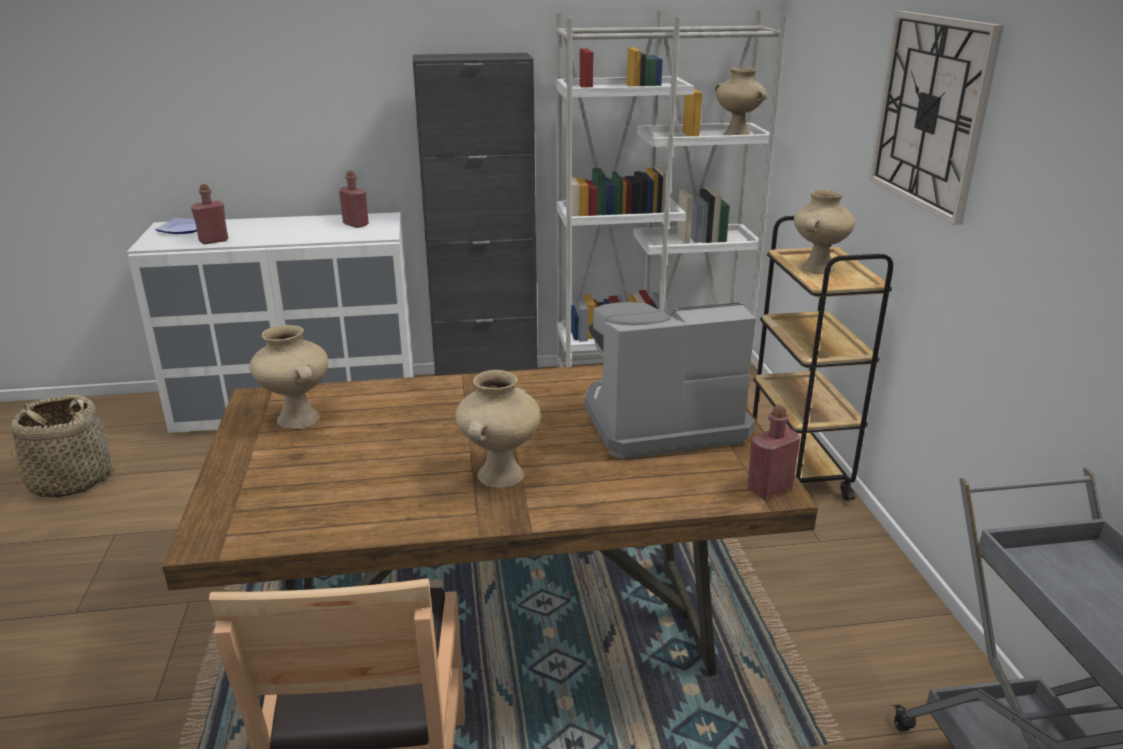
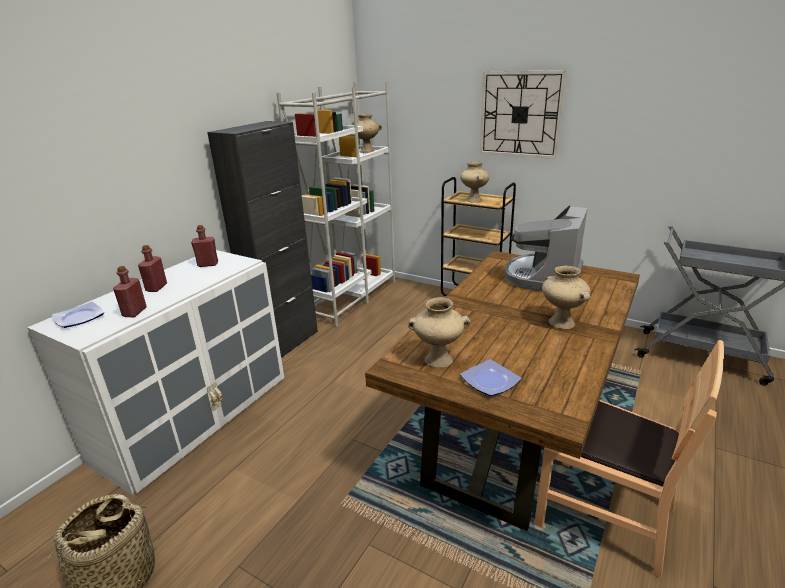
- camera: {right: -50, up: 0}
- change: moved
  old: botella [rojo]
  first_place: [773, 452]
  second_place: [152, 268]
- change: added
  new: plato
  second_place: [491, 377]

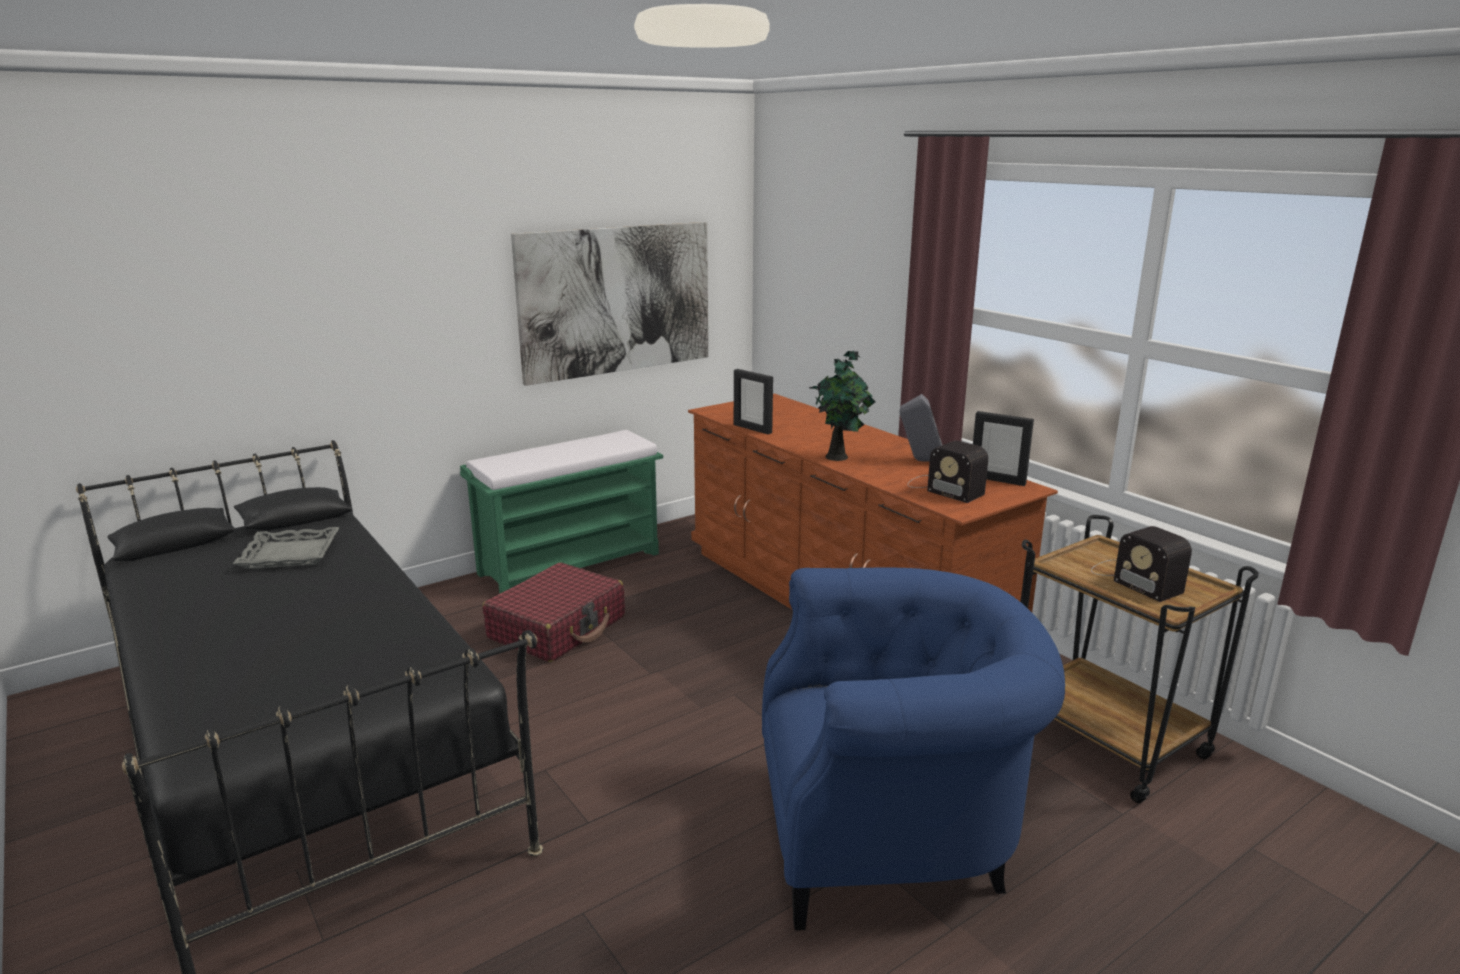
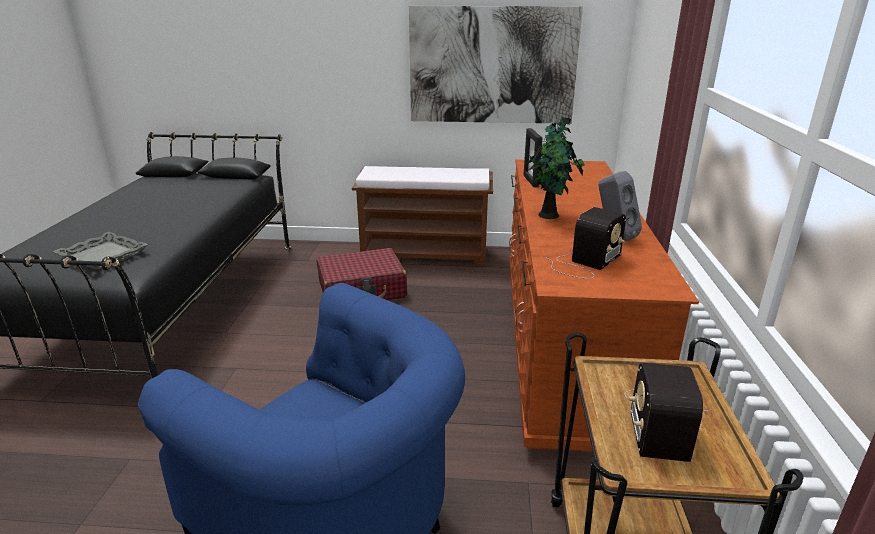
- camera: {right: 40, up: 5}
- change: removed
  old: portarretratos
  first_place: [1003, 448]
- change: recoloured
  old: banco [verde]
  new: banco [marrón]
  first_place: [561, 512]
  second_place: [422, 216]
- change: turned
  old: radio
  first_place: [948, 472]
  second_place: [585, 243]
  degrees: -135
- change: moved
  old: bandeja [gris]
  first_place: [286, 548]
  second_place: [100, 251]

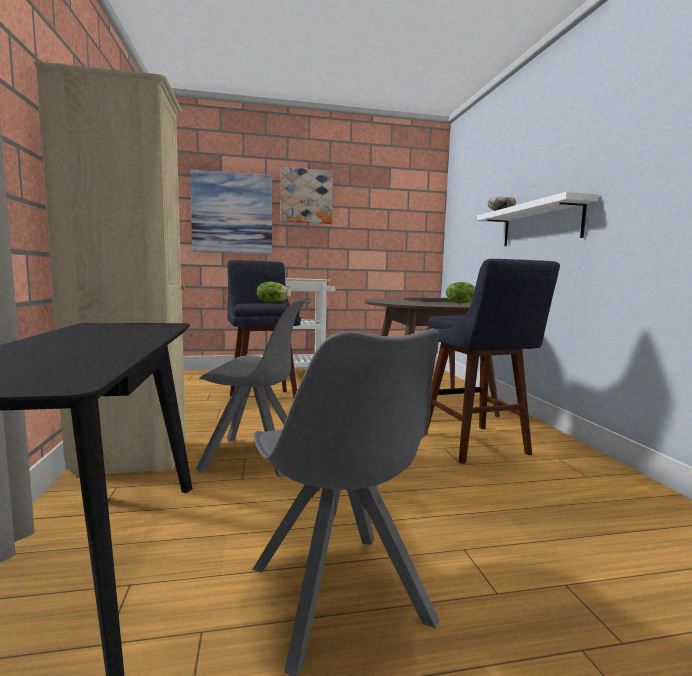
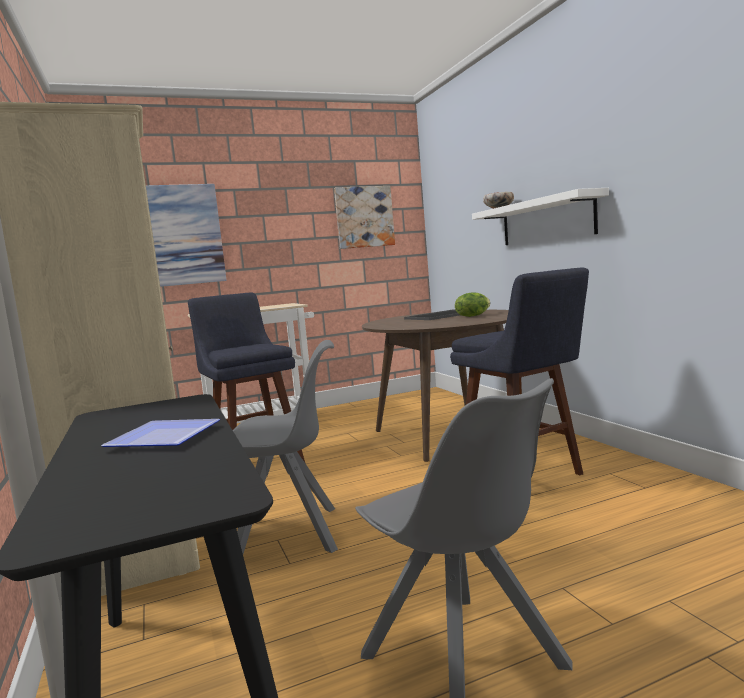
- camera: {right: -10, up: 0}
- change: moved
  old: cuadro
  first_place: [307, 195]
  second_place: [364, 217]
- change: removed
  old: lechuga
  first_place: [274, 292]
- change: added
  new: plato
  second_place: [160, 433]

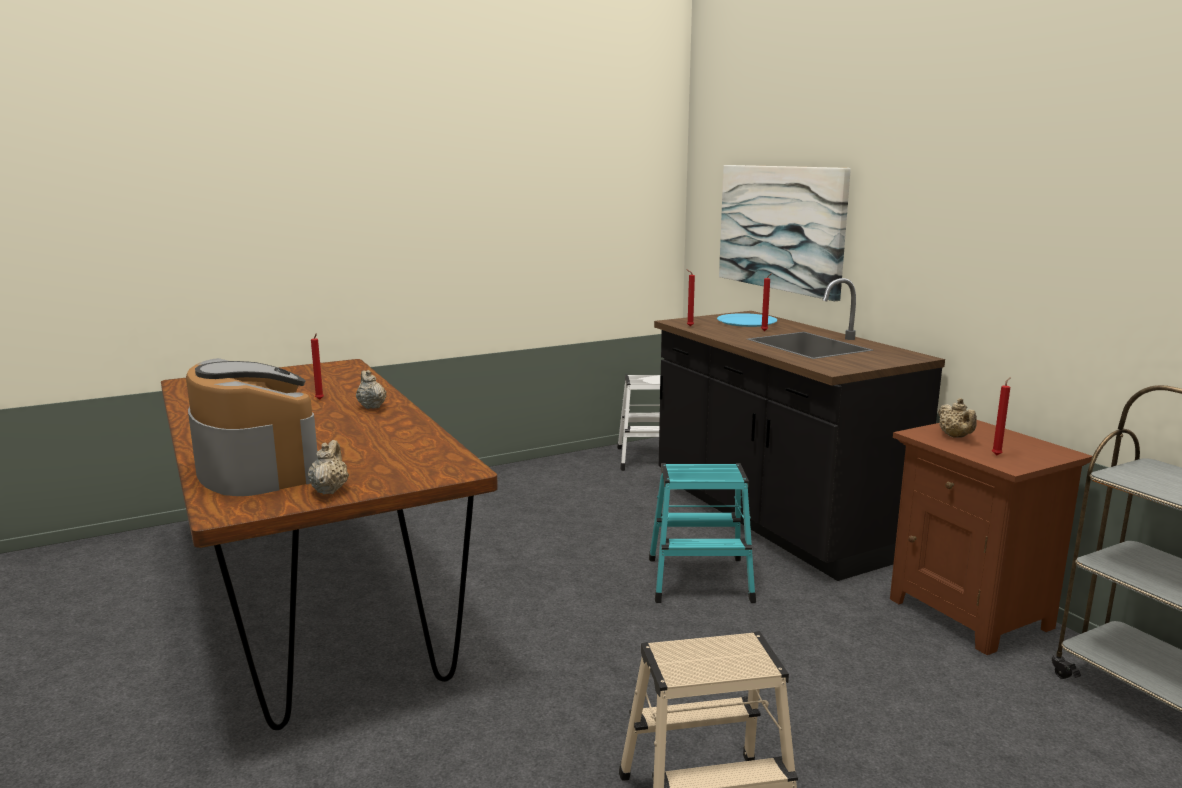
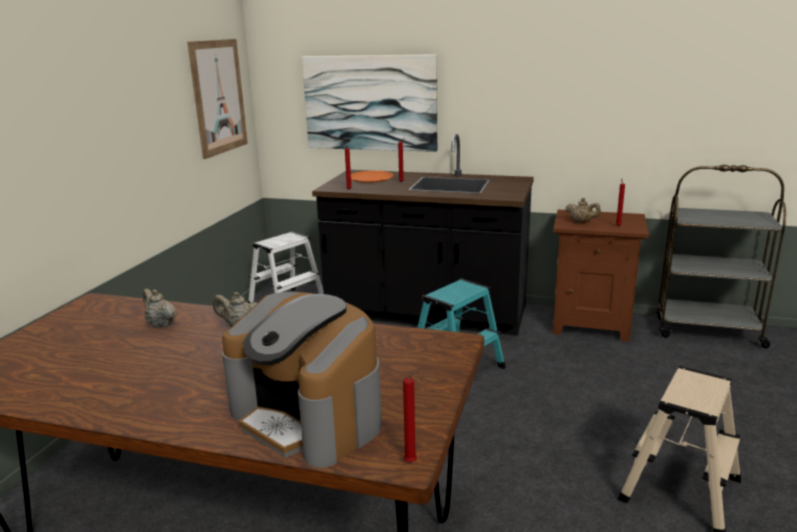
- camera: {right: -45, up: 5}
- change: recoloured
  old: plato [azul]
  new: plato [naranja]
  first_place: [747, 320]
  second_place: [372, 177]
- change: moved
  old: vela [rojo]
  first_place: [317, 366]
  second_place: [411, 417]
- change: turned
  old: cafetera
  first_place: [251, 427]
  second_place: [302, 380]
  degrees: -150
- change: moved
  old: tetera [beis]
  first_place: [328, 467]
  second_place: [159, 308]
- change: added
  new: cuadro
  second_place: [217, 99]

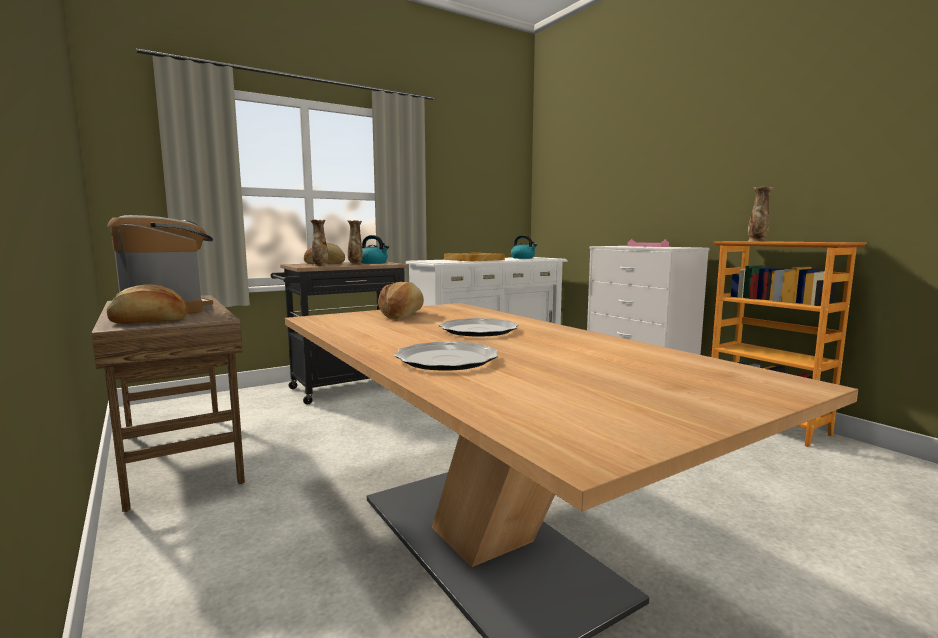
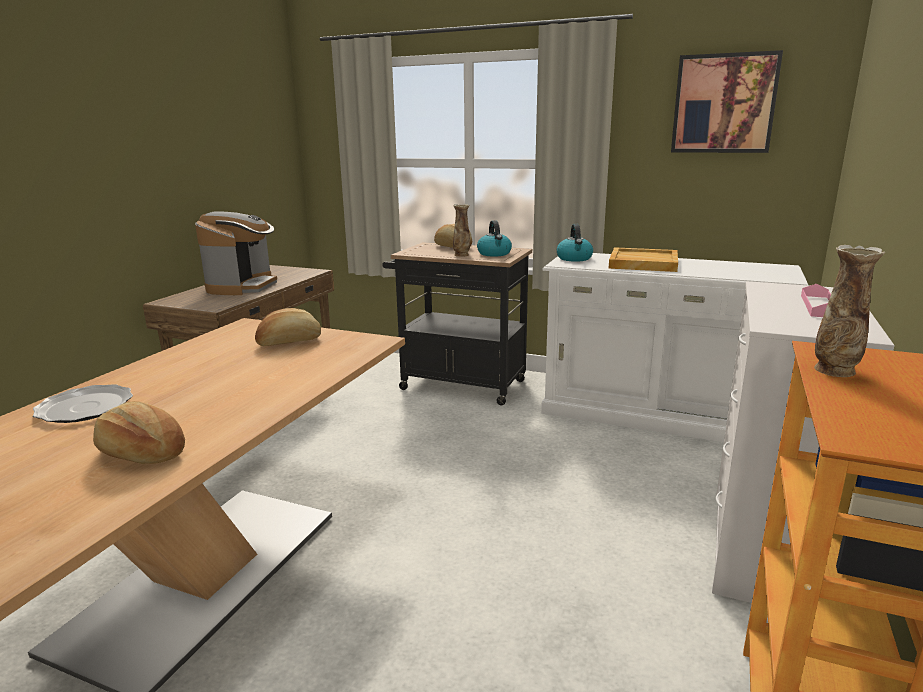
- camera: {right: 55, up: 10}
- change: removed
  old: florero
  first_place: [319, 243]
- change: moved
  old: hervidor
  first_place: [524, 247]
  second_place: [575, 243]
- change: moved
  old: pan
  first_place: [147, 304]
  second_place: [139, 432]
- change: removed
  old: plato
  first_place: [479, 327]
- change: added
  new: cuadro
  second_place: [727, 101]

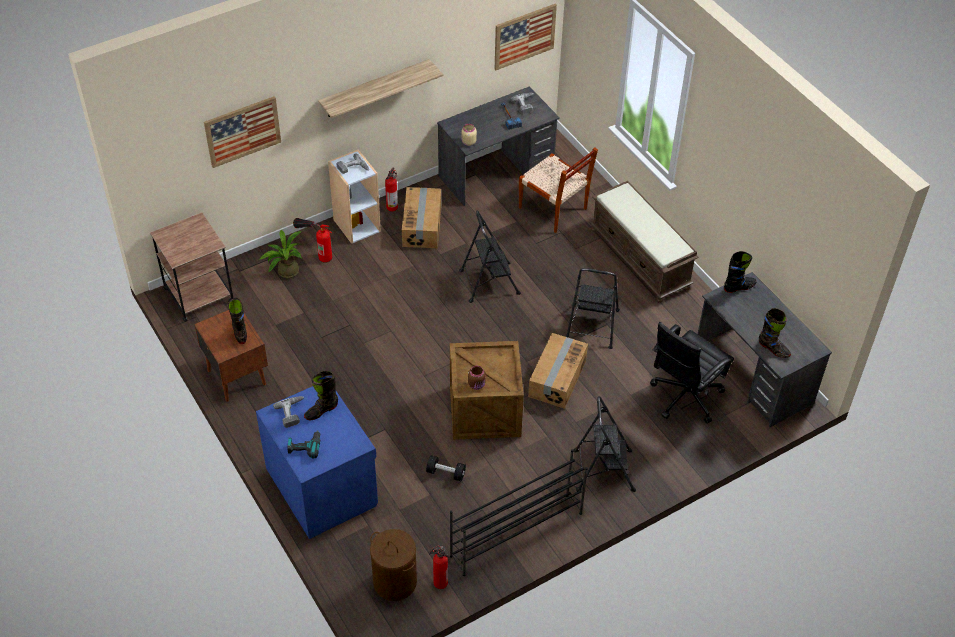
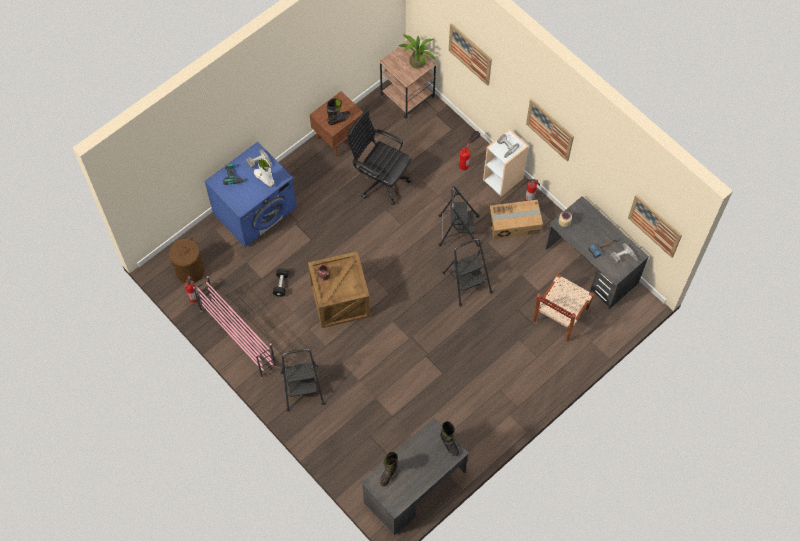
- camera: {right: 80, up: 15}
- change: replaced
  old: estante
  new: cuadro
  first_place: [380, 88]
  second_place: [550, 130]
- change: removed
  old: banco [marrón]
  first_place: [644, 242]
- change: moved
  old: planta en maceta
  first_place: [280, 254]
  second_place: [417, 51]
- change: moved
  old: escalera de tijera [negro]
  first_place: [593, 308]
  second_place: [459, 216]
- change: moved
  old: silla de oficina [negro]
  first_place: [692, 372]
  second_place: [380, 157]
- change: removed
  old: caja de cartón
  first_place: [558, 371]
- change: recoloured
  old: bota [negro]
  new: bota [blanco]
  first_place: [321, 395]
  second_place: [264, 172]
- change: recoloured
  old: zapatero [negro]
  new: zapatero [rosa]
  first_place: [519, 512]
  second_place: [234, 327]

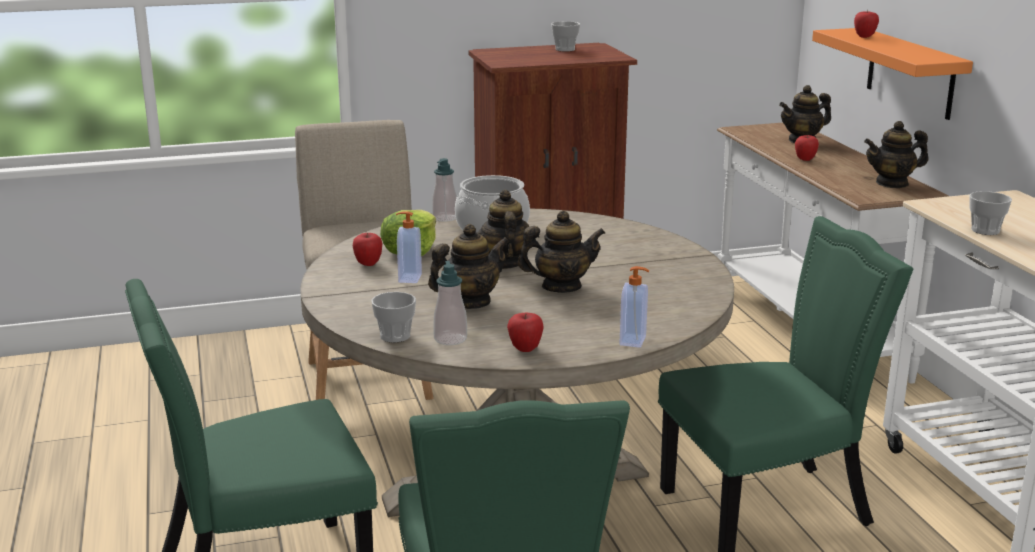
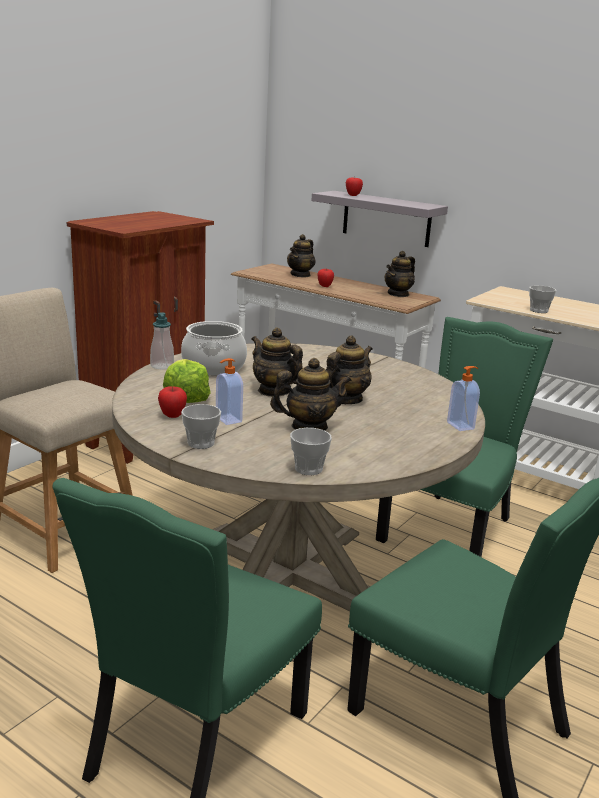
- camera: {right: -40, up: 0}
- change: moved
  old: taza
  first_place: [565, 36]
  second_place: [201, 426]
- change: recoloured
  old: estante [naranja]
  new: estante [gris]
  first_place: [892, 74]
  second_place: [379, 219]
- change: turned
  old: tetera
  first_place: [468, 266]
  second_place: [311, 394]
  degrees: 60
- change: removed
  old: dispensador de jabón
  first_place: [450, 303]
- change: removed
  old: manzana
  first_place: [525, 332]

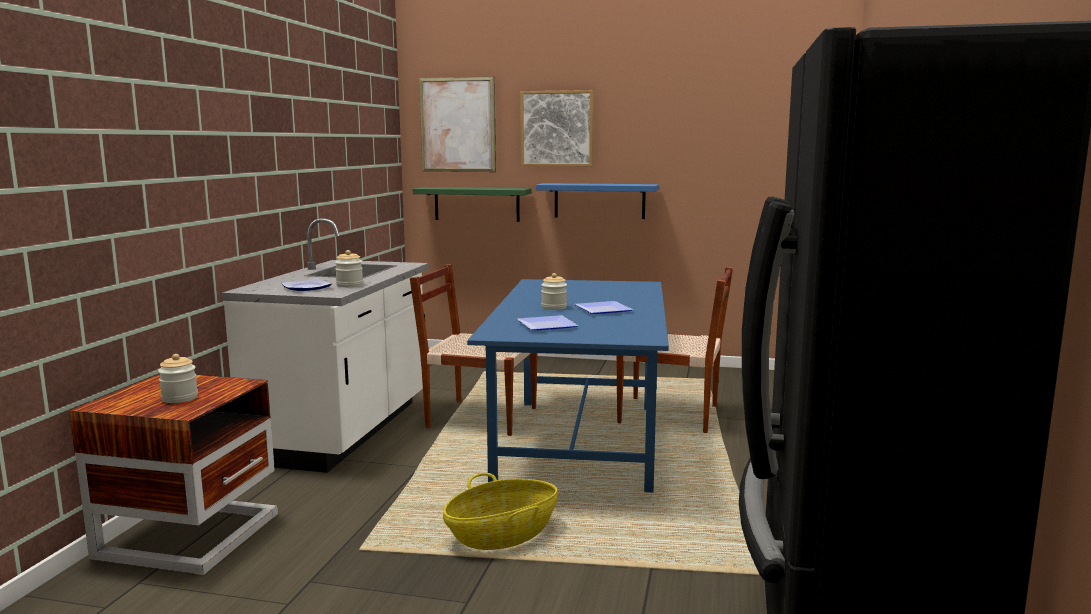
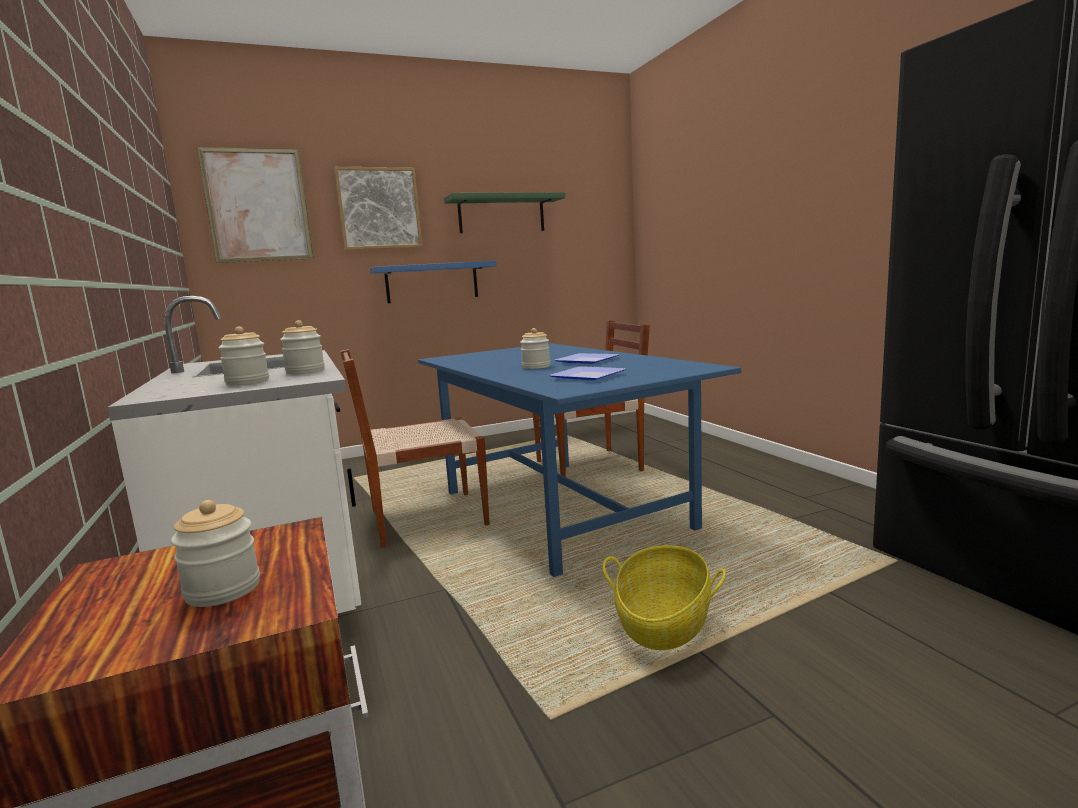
- camera: {right: -35, up: 0}
- change: moved
  old: estante [verde]
  first_place: [472, 204]
  second_place: [504, 212]
- change: replaced
  old: plato
  new: tarro
  first_place: [306, 284]
  second_place: [243, 355]

